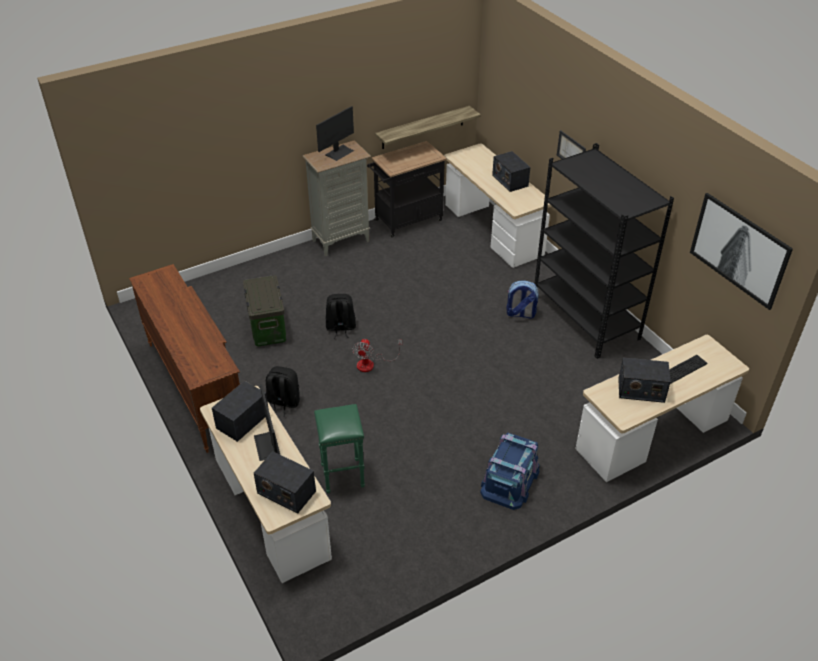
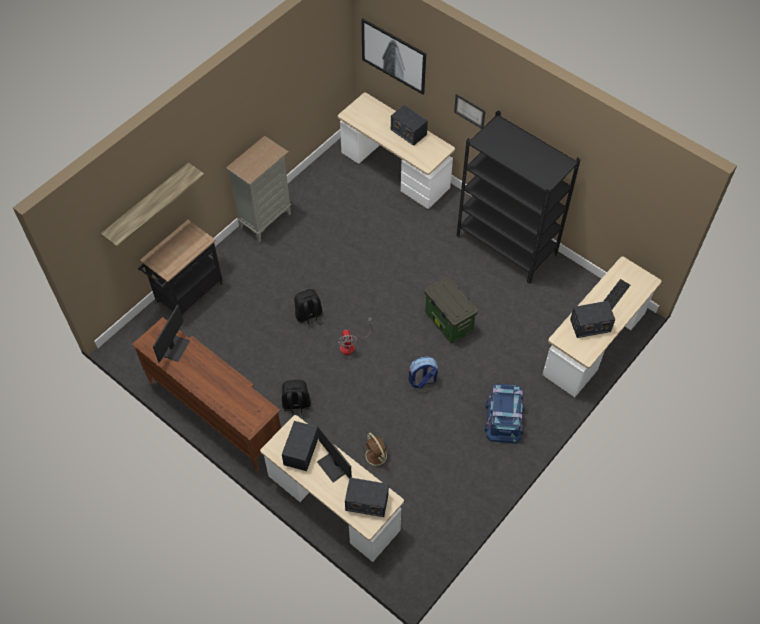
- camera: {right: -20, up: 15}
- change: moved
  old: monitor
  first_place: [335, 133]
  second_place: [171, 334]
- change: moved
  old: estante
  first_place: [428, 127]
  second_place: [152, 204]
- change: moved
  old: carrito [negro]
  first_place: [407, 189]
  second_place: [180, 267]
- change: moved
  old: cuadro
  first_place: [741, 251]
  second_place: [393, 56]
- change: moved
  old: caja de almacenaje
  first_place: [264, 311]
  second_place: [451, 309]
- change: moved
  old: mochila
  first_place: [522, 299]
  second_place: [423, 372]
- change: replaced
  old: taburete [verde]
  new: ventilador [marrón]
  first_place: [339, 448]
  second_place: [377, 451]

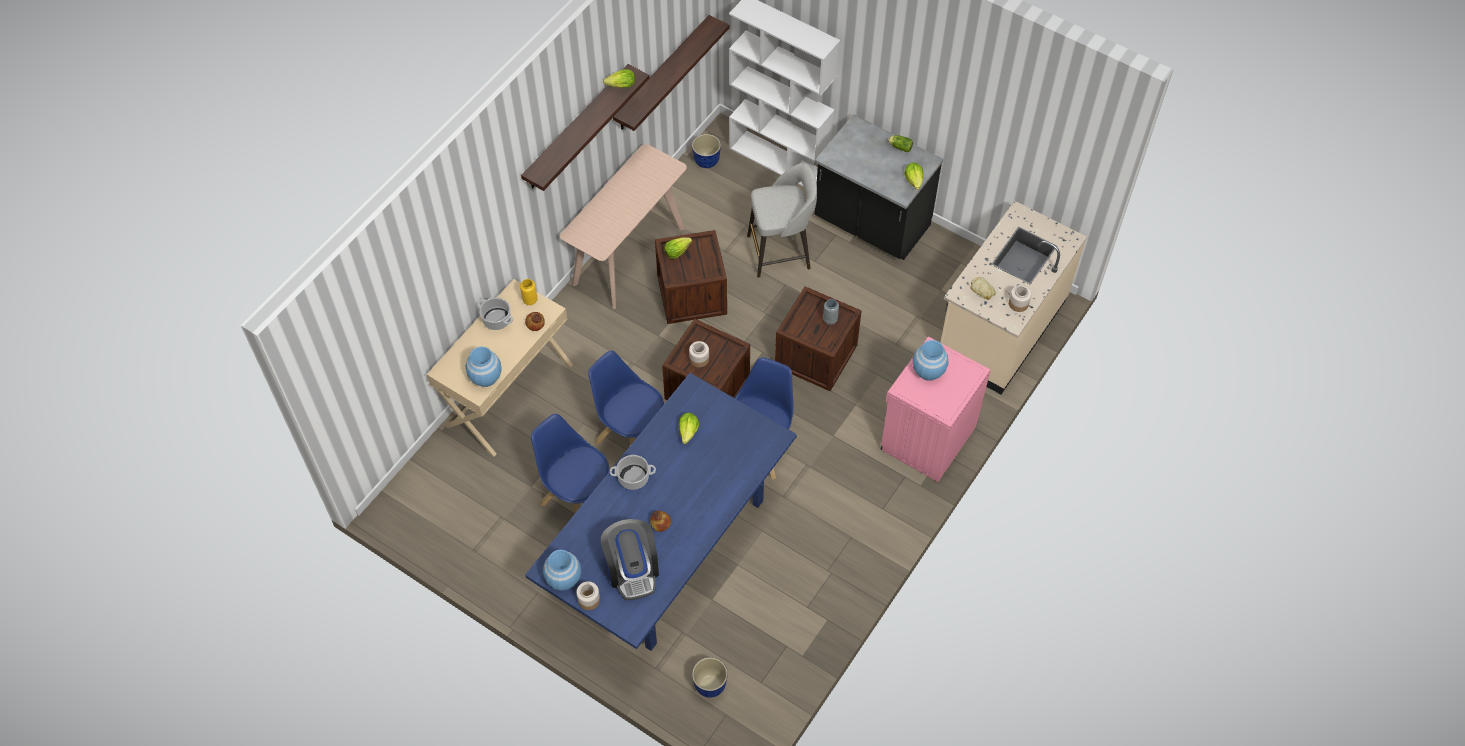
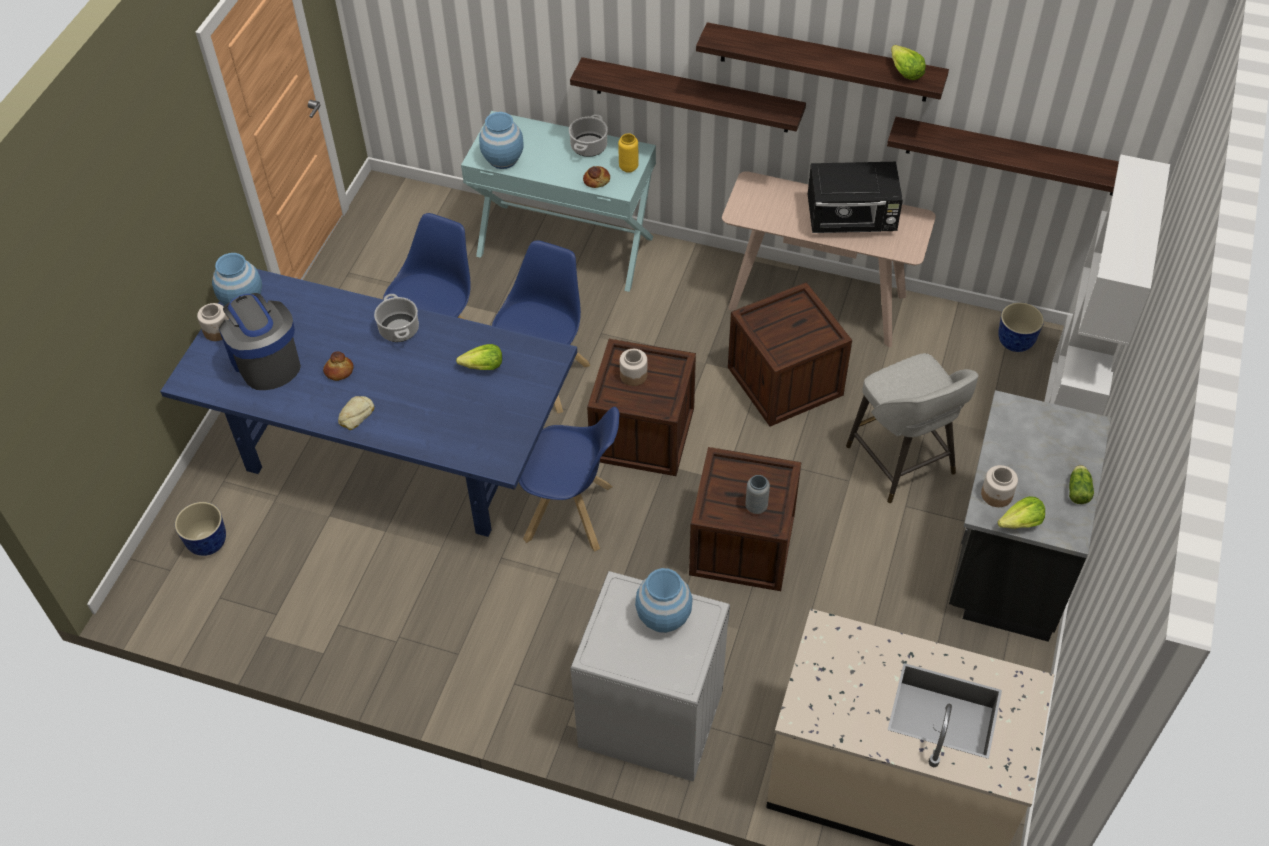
- camera: {right: 75, up: -5}
- change: removed
  old: lechuga
  first_place: [678, 248]
- change: moved
  old: pan
  first_place: [983, 288]
  second_place: [356, 413]
- change: recoloured
  old: escritorio [beis]
  new: escritorio [turquesa]
  first_place: [500, 367]
  second_place: [558, 201]
- change: moved
  old: tarro
  first_place: [1020, 298]
  second_place: [999, 486]
- change: recoloured
  old: lavadora [rosa]
  new: lavadora [blanco]
  first_place: [936, 409]
  second_place: [650, 676]
- change: turned
  old: cafetera
  first_place: [630, 559]
  second_place: [260, 341]
  degrees: 90
- change: added
  new: estante
  second_place: [688, 94]
- change: added
  new: microondas [negro]
  second_place: [855, 197]

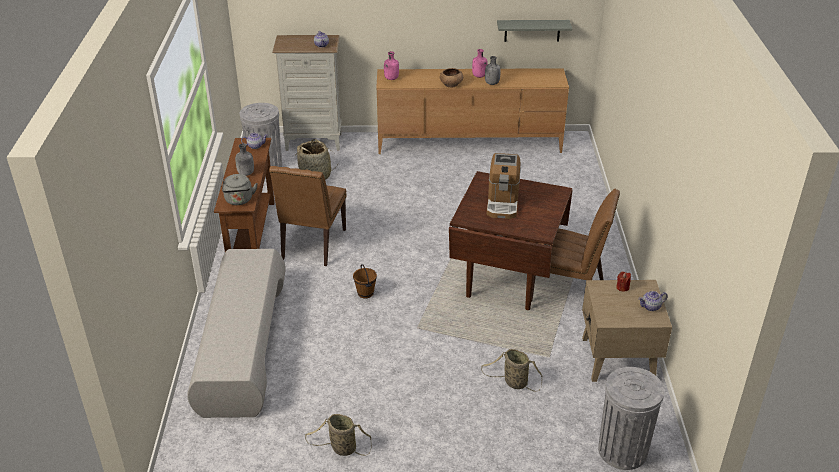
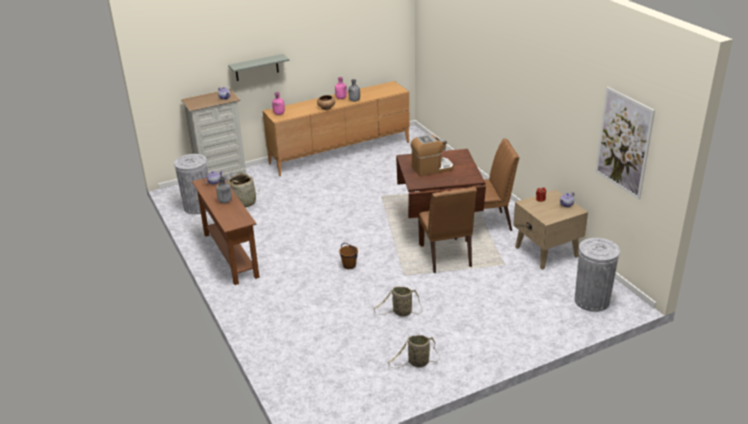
- camera: {right: -25, up: -5}
- change: moved
  old: estante [gris]
  first_place: [534, 31]
  second_place: [258, 67]
- change: turned
  old: cafetera
  first_place: [504, 186]
  second_place: [432, 156]
  degrees: -90
- change: moved
  old: silla [marrón]
  first_place: [308, 216]
  second_place: [447, 230]
- change: removed
  old: hervidor [gris]
  first_place: [240, 189]
- change: removed
  old: banco [gris]
  first_place: [236, 333]
- change: moved
  old: cesta
  first_place: [511, 370]
  second_place: [398, 302]
- change: added
  new: cuadro
  second_place: [625, 142]

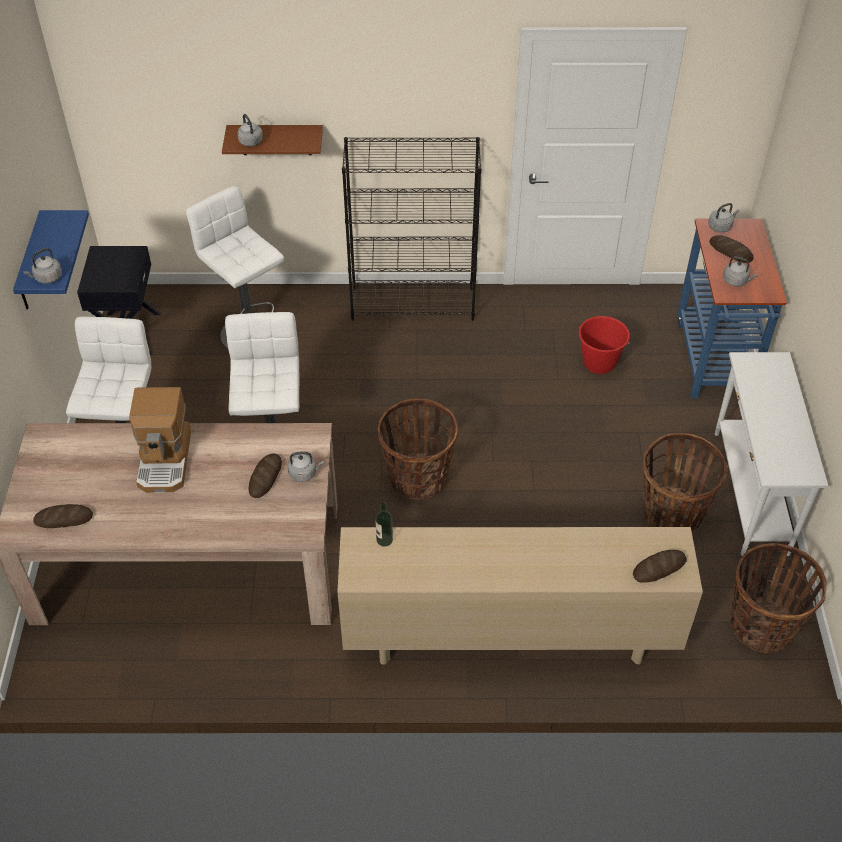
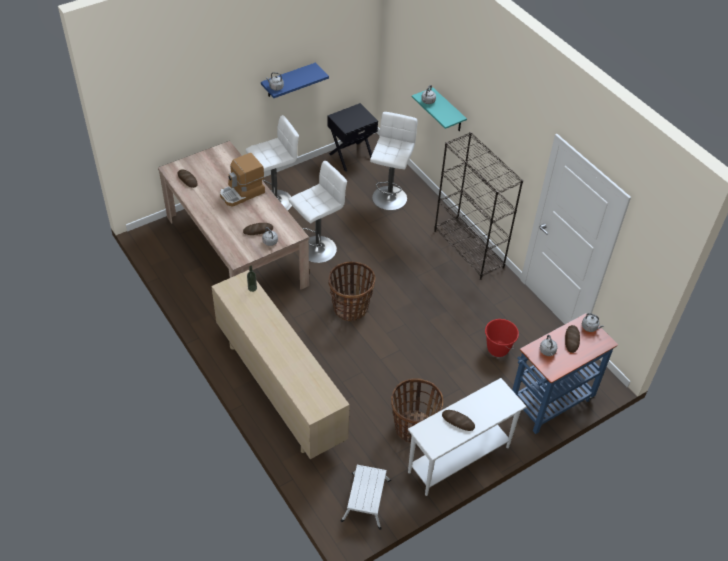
- camera: {right: 55, up: 0}
- change: recoloured
  old: estante [marrón]
  new: estante [turquesa]
  first_place: [272, 140]
  second_place: [439, 109]
- change: replaced
  old: cesta
  new: escalera de tijera [blanco]
  first_place: [778, 598]
  second_place: [366, 497]
- change: moved
  old: pan
  first_place: [660, 566]
  second_place: [458, 420]

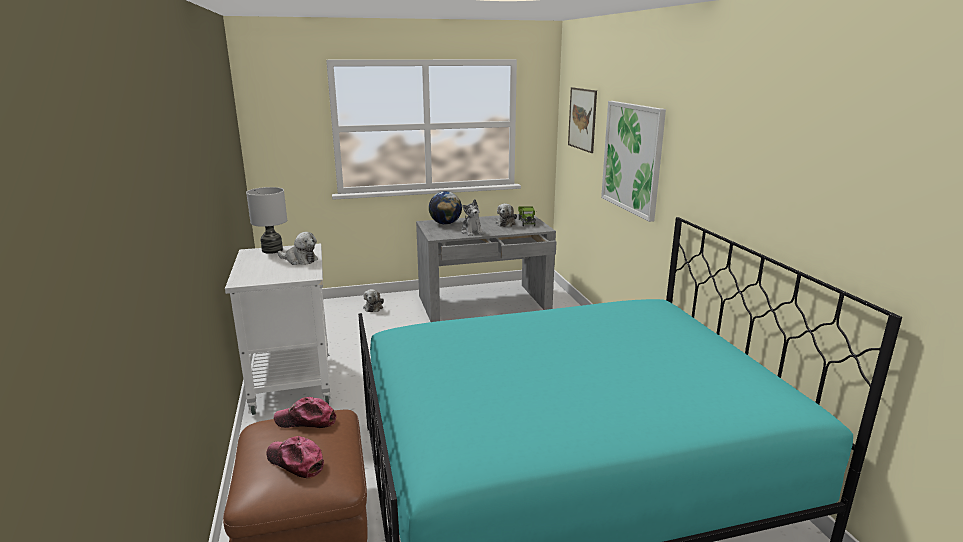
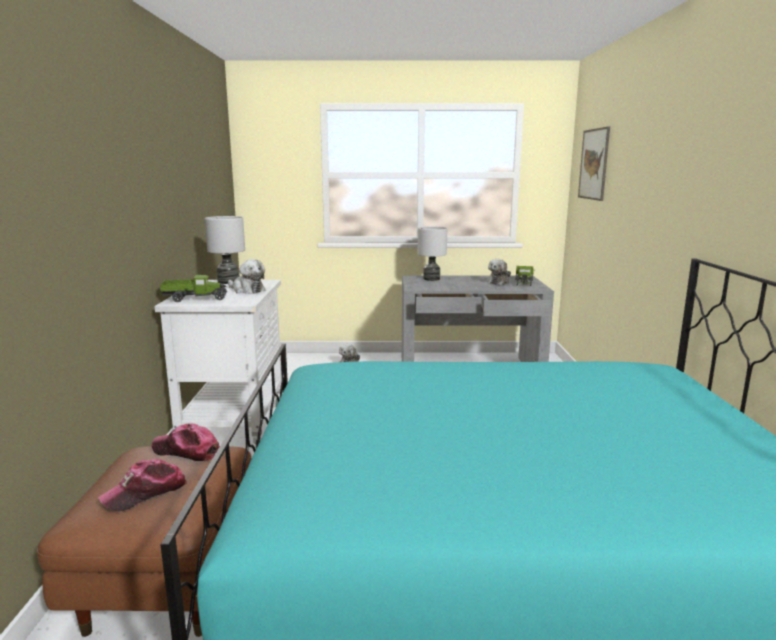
- camera: {right: 15, up: -5}
- change: removed
  old: cuadro
  first_place: [633, 161]
- change: replaced
  old: globo terráqueo
  new: lámpara de mesa [gris]
  first_place: [445, 208]
  second_place: [432, 254]
- change: removed
  old: peluche
  first_place: [472, 217]
- change: turned
  old: gorra
  first_place: [295, 457]
  second_place: [142, 485]
  degrees: -90
- change: added
  new: camión de juguete
  second_place: [193, 288]

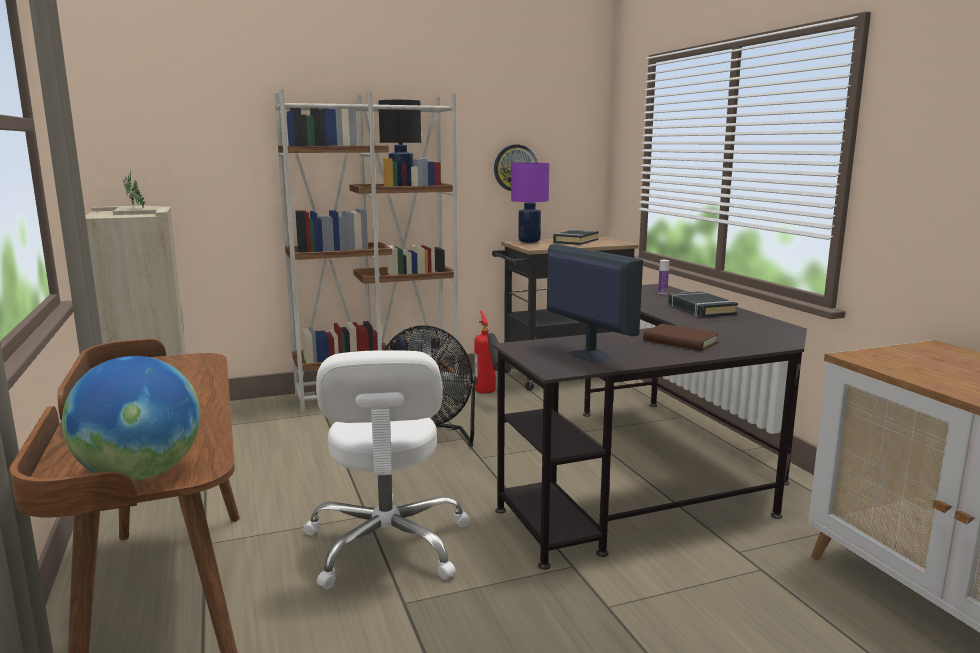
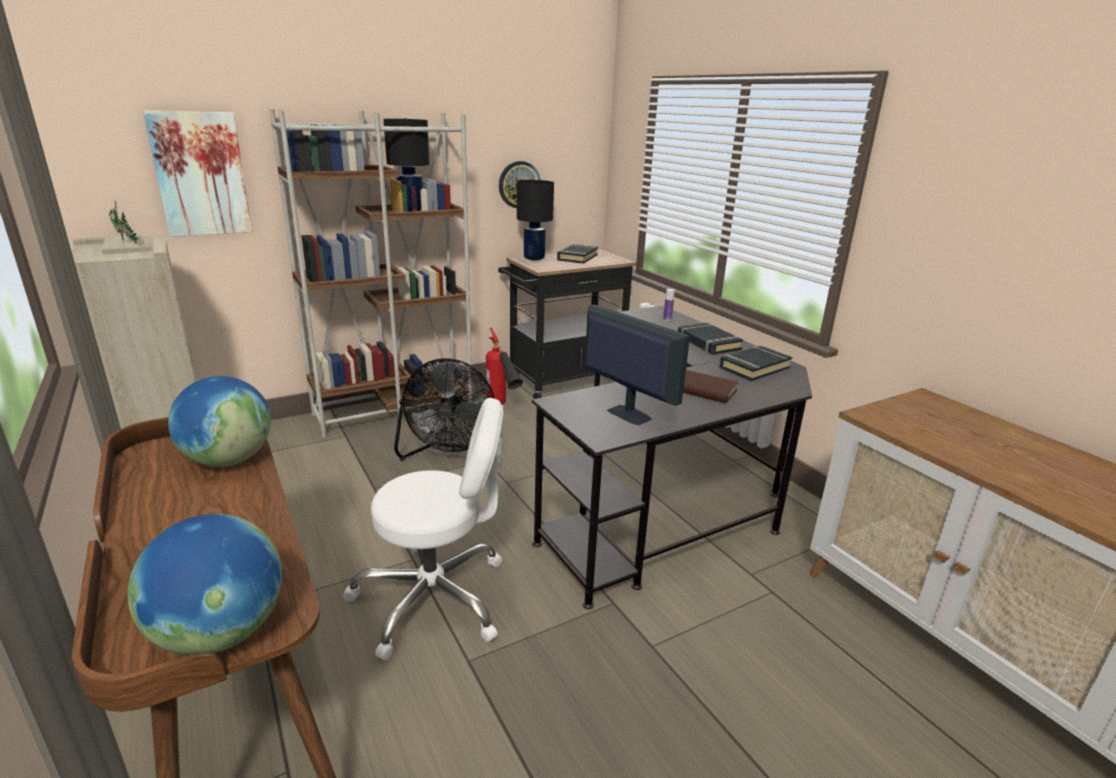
- camera: {right: -10, up: 10}
- change: recoloured
  old: lámpara de mesa [morado]
  new: lámpara de mesa [negro]
  first_place: [530, 202]
  second_place: [535, 220]
- change: turned
  old: silla de oficina [blanco]
  first_place: [386, 469]
  second_place: [423, 529]
  degrees: -75
- change: added
  new: cuadro
  second_place: [198, 174]
- change: added
  new: libro [negro]
  second_place: [756, 363]
- change: added
  new: globo terráqueo
  second_place: [219, 421]

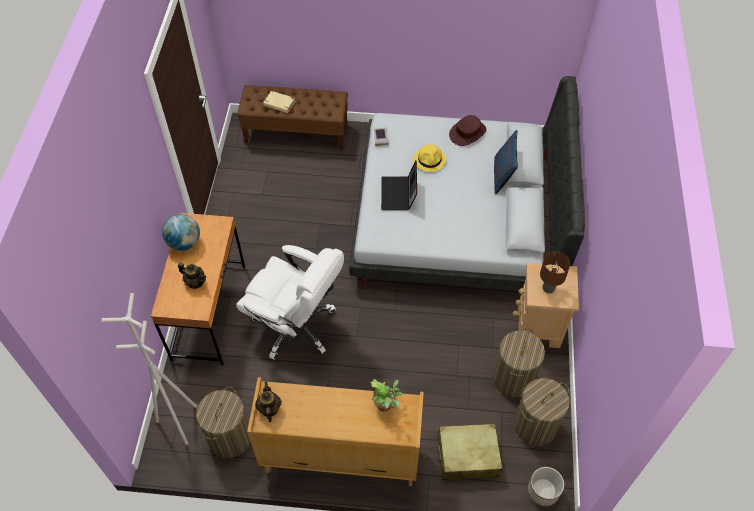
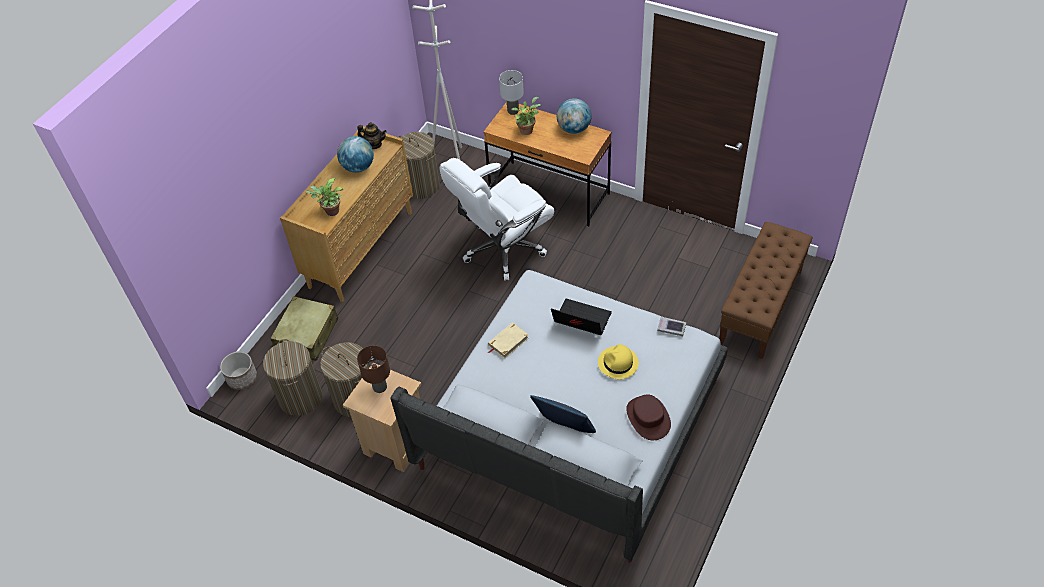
- camera: {right: 115, up: -5}
- change: moved
  old: libro [beis]
  first_place: [279, 102]
  second_place: [508, 340]
- change: replaced
  old: tetera
  new: planta en maceta
  first_place: [192, 276]
  second_place: [526, 116]
- change: added
  new: lámpara de mesa [blanco]
  second_place: [511, 92]
- change: added
  new: globo terráqueo
  second_place: [355, 154]

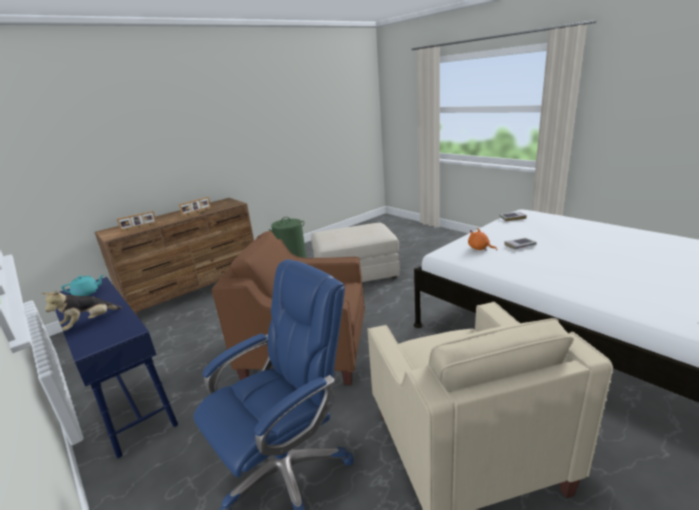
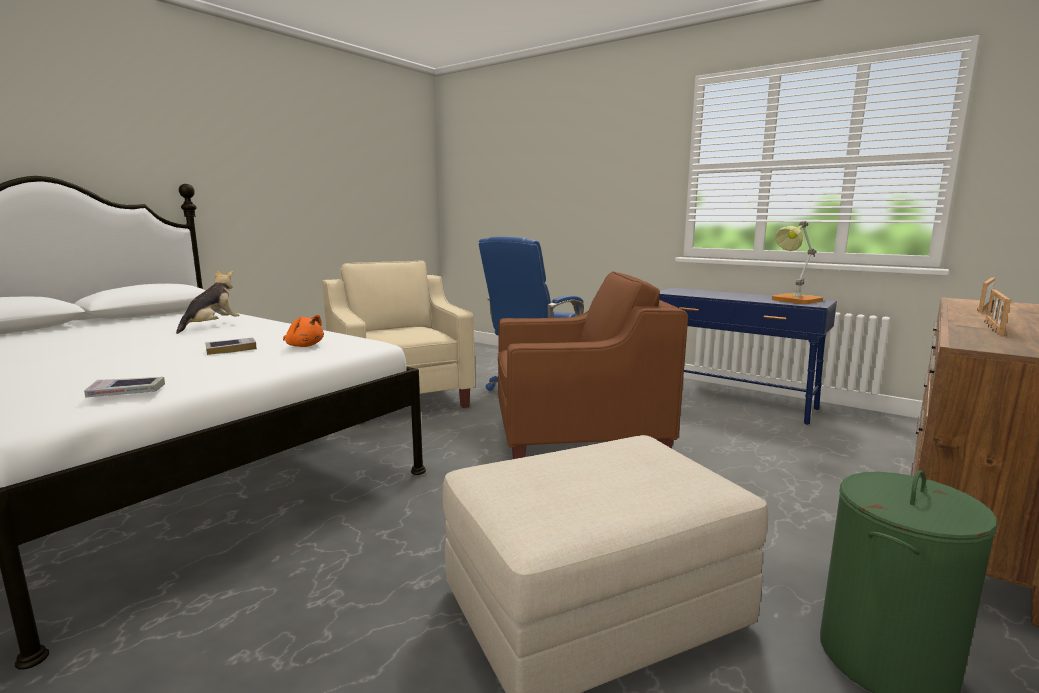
- camera: {right: 165, up: -10}
- change: replaced
  old: tetera [turquesa]
  new: lámpara de mesa
  first_place: [82, 285]
  second_place: [797, 262]
- change: moved
  old: peluche
  first_place: [81, 310]
  second_place: [207, 302]

